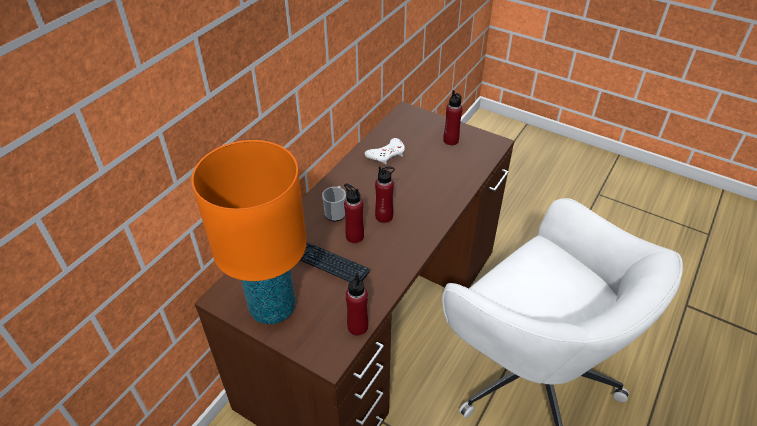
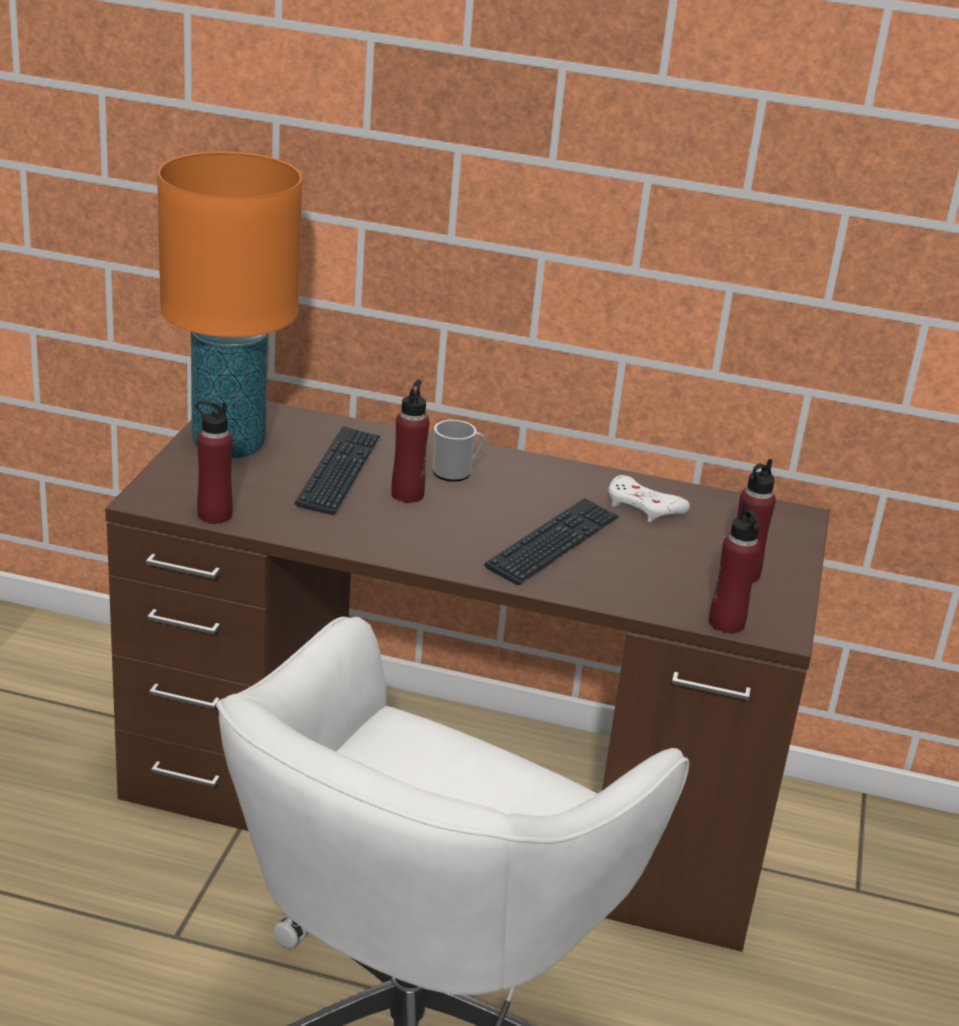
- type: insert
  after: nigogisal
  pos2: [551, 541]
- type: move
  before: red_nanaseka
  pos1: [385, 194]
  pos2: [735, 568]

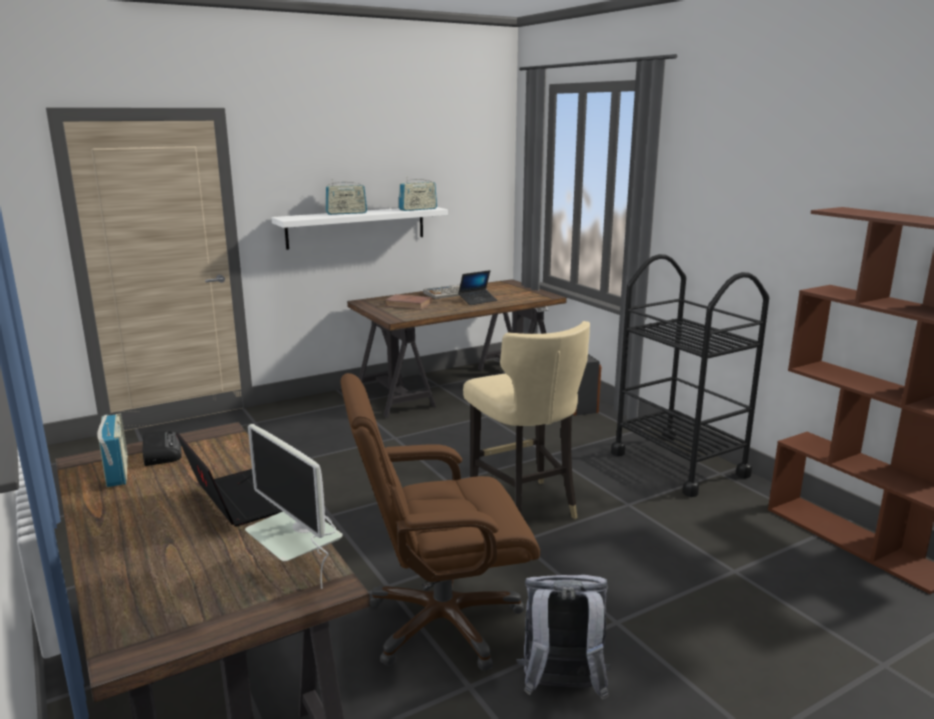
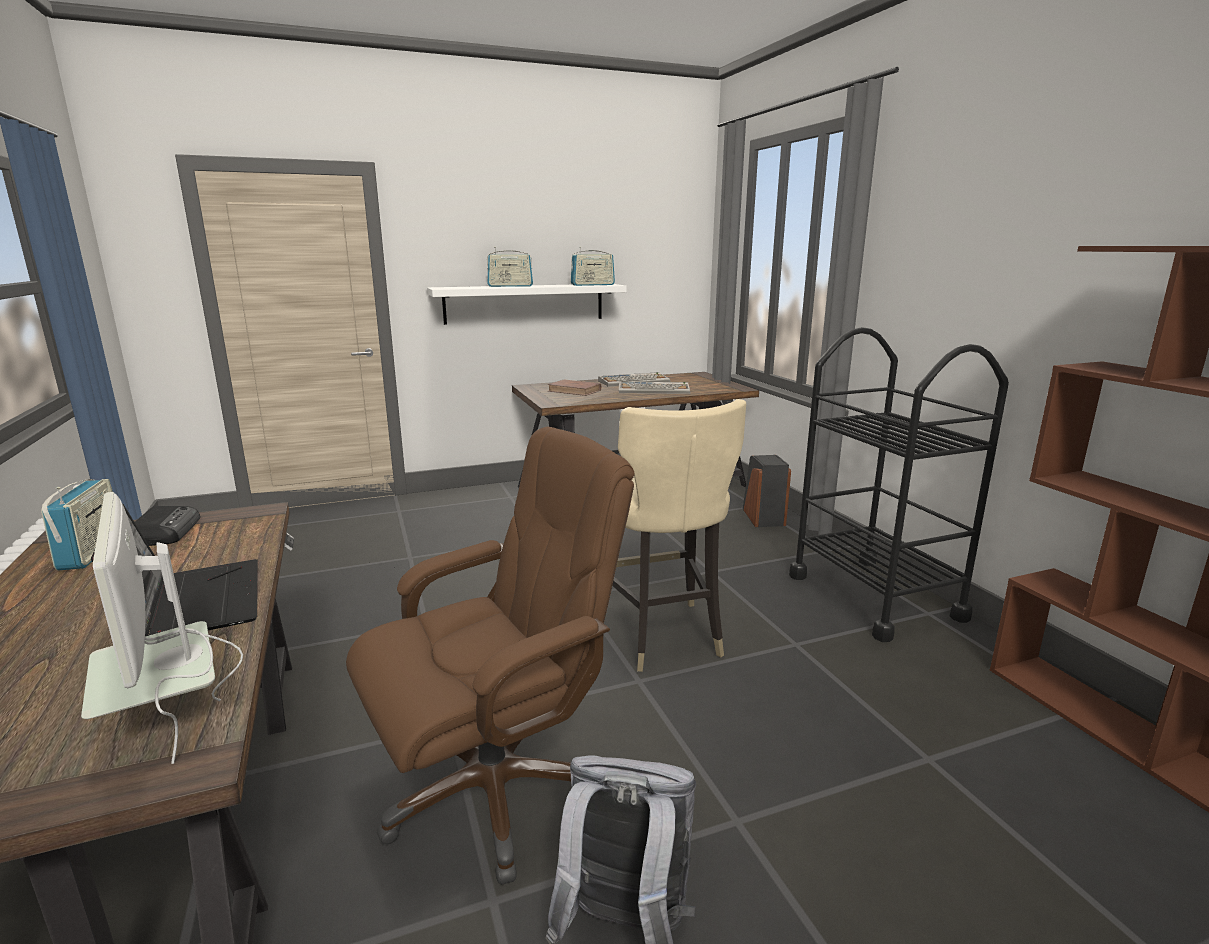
- type: rotate
  before: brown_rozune
  pos1: [440, 522]
  pos2: [490, 656]
  turn: 150
- type: replace
  before: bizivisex
  after: nigogisal
  pos1: [477, 287]
  pos2: [654, 388]

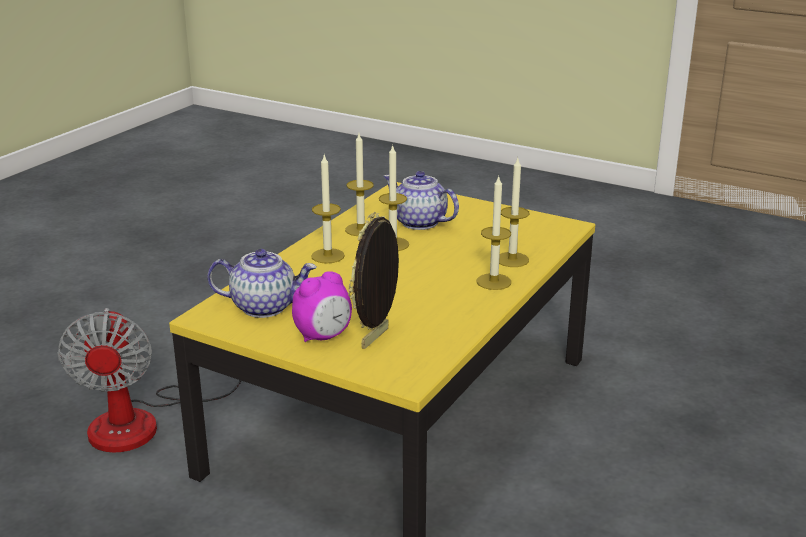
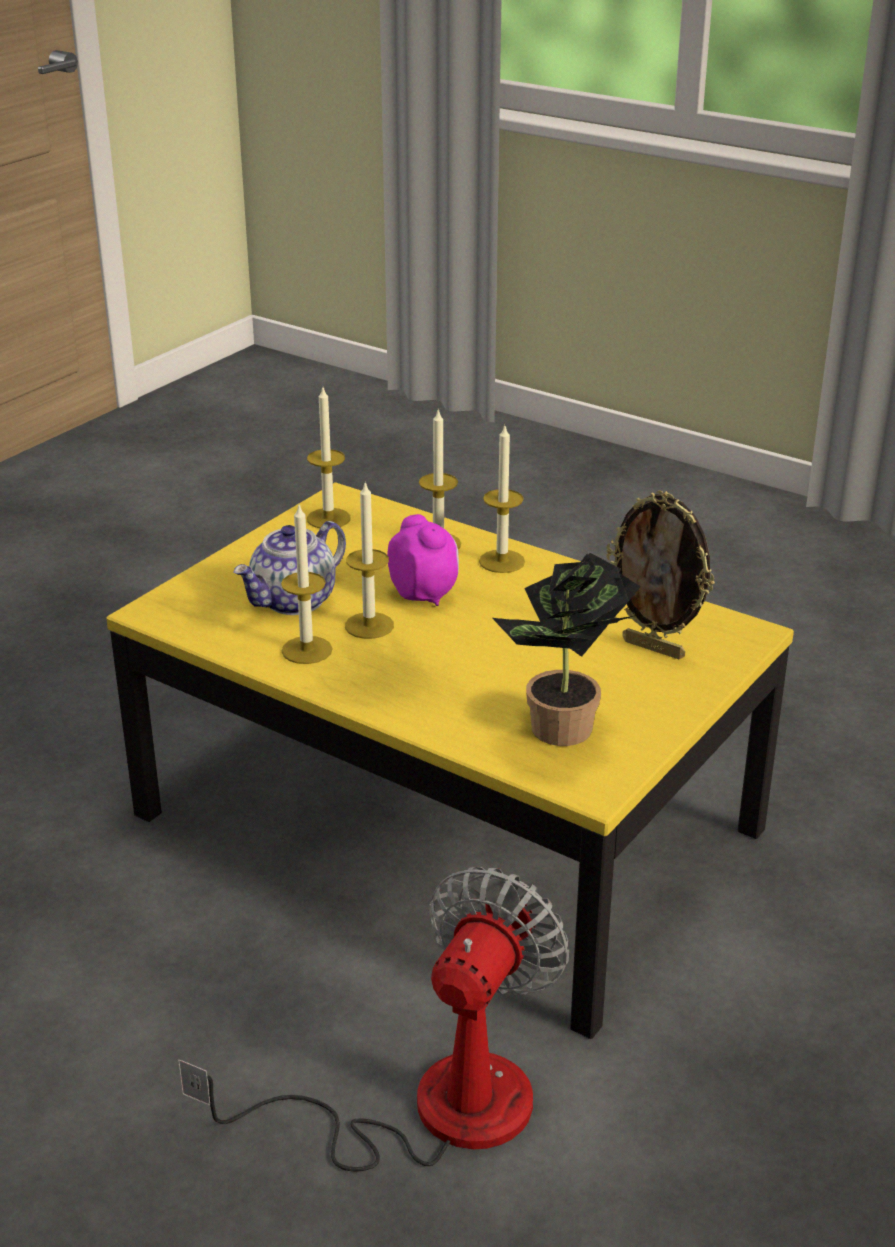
- type: rotate
  before: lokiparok
  pos1: [149, 380]
  pos2: [373, 1019]
  turn: -60
- type: move
  before: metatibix
  pos1: [328, 209]
  pos2: [329, 458]
- type: move
  before: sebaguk
  pos1: [322, 306]
  pos2: [423, 560]
- type: replace
  before: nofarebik
  after: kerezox
  pos1: [262, 283]
  pos2: [566, 649]

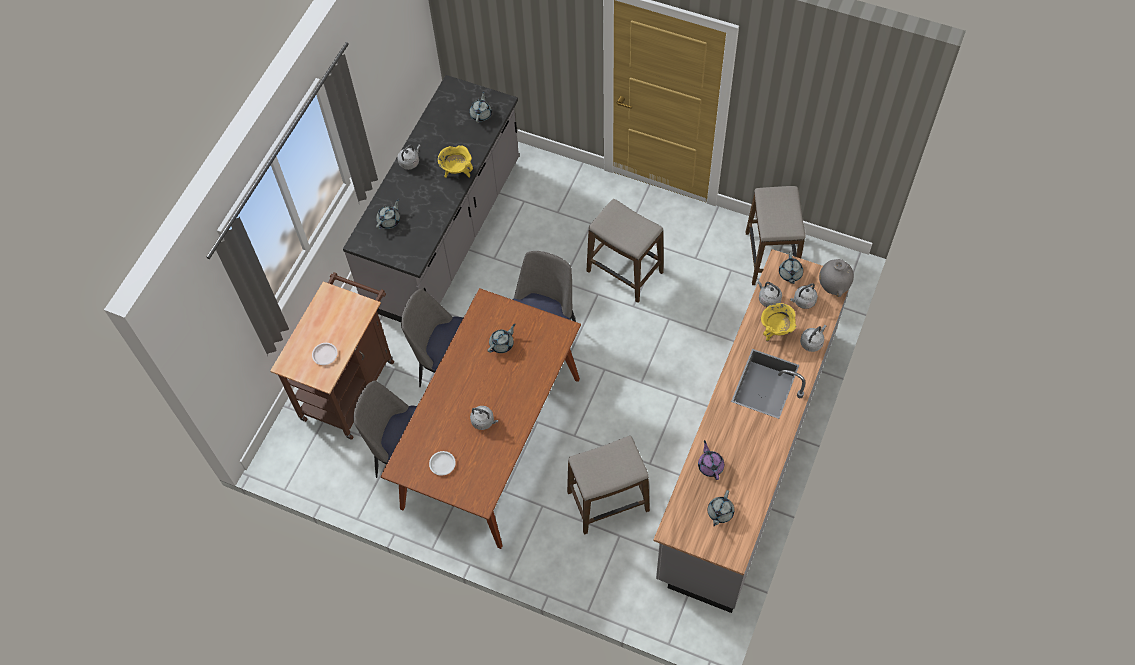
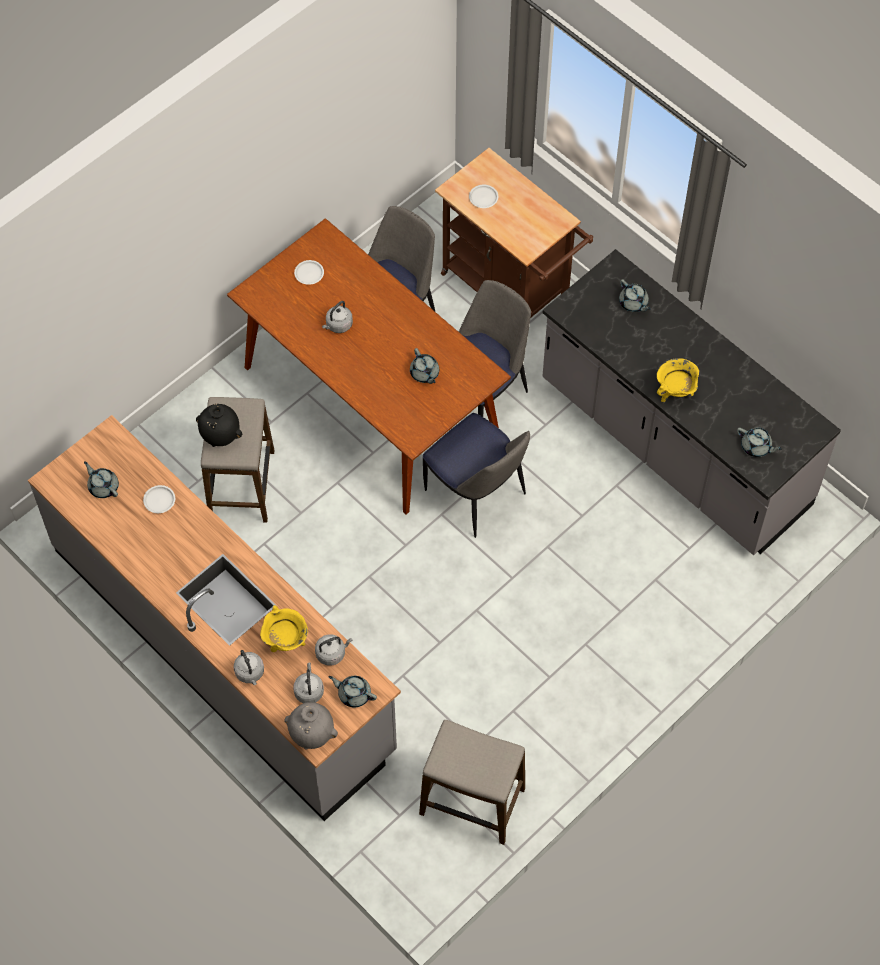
- type: replace
  before: purple_nofarebik
  after: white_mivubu
  pos1: [711, 460]
  pos2: [159, 499]
- type: insert
  after: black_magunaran
  pos2: [219, 425]
- type: delete
  before: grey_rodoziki
  pos1: [409, 157]
- type: delete
  before: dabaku
  pos1: [625, 251]

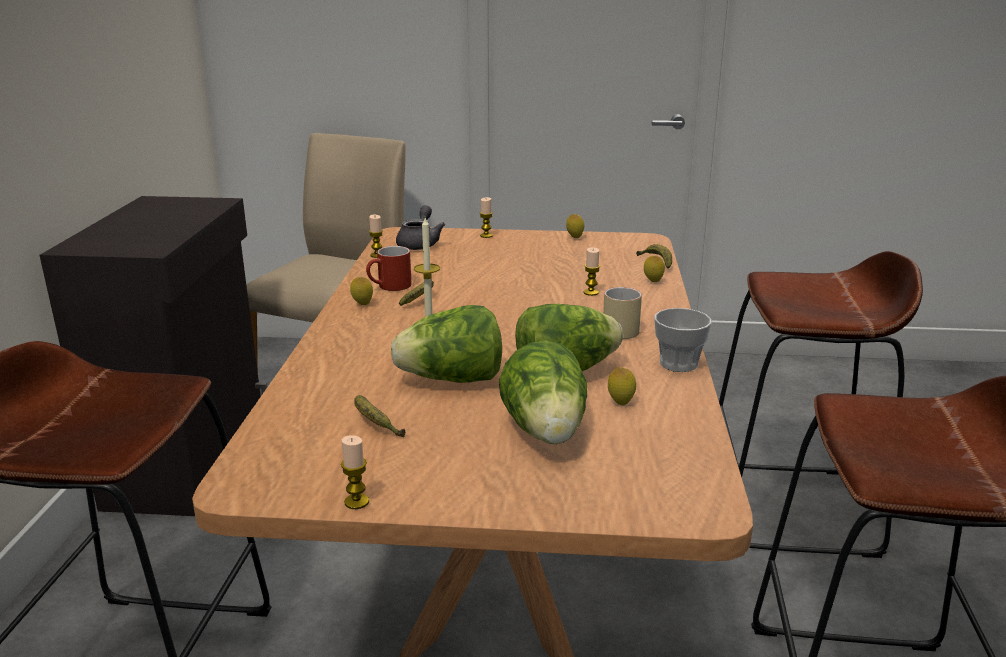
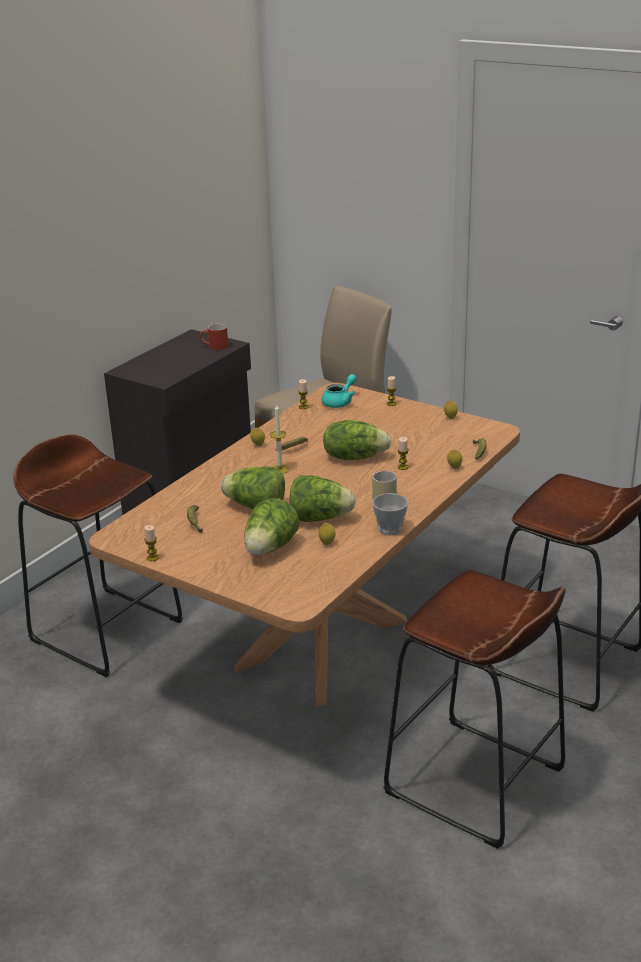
- type: move
  before: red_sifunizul
  pos1: [388, 268]
  pos2: [214, 336]
- type: recolor
  before: grey_nofarebik
  after: turquoise_nofarebik
  pos1: [420, 227]
  pos2: [339, 391]
- type: insert
  after: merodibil
  pos2: [357, 440]

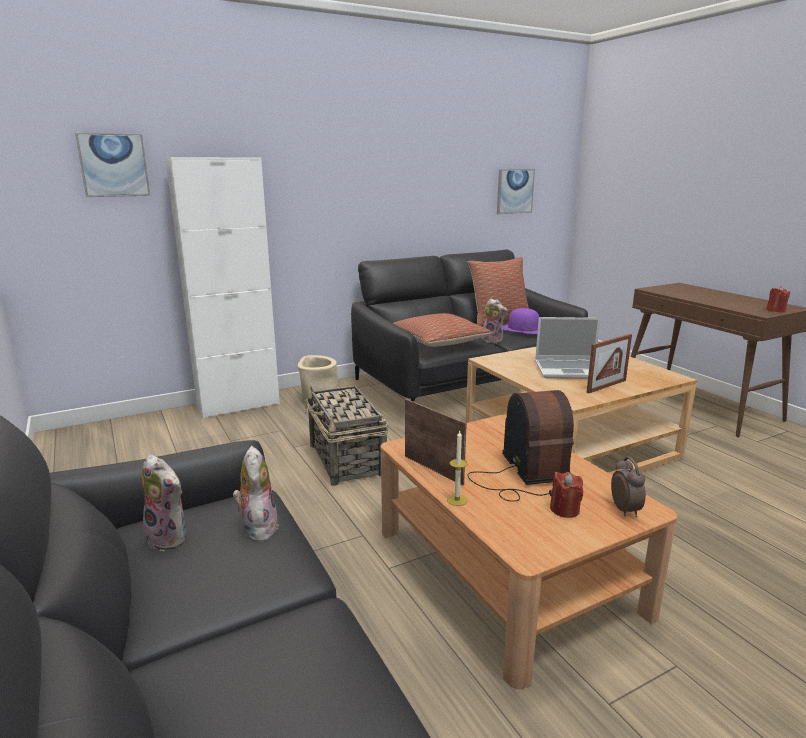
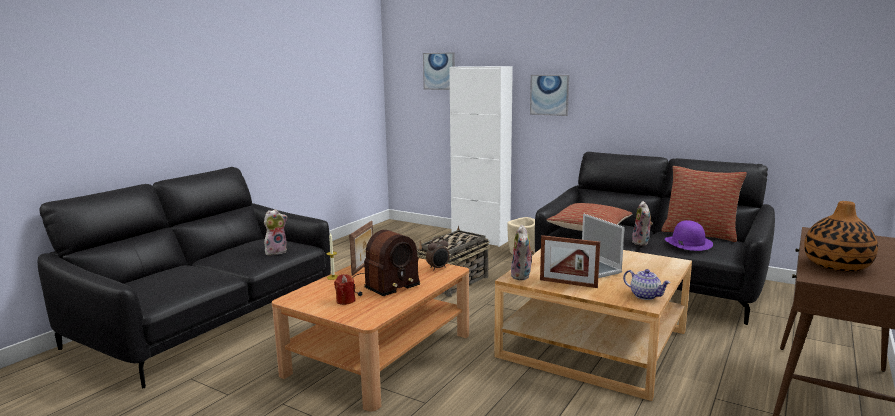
- type: move
  before: sebaguk
  pos1: [628, 486]
  pos2: [437, 254]
- type: move
  before: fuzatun
  pos1: [164, 503]
  pos2: [523, 252]
- type: move
  before: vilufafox
  pos1: [516, 191]
  pos2: [550, 95]
- type: insert
  after: nofarebik
  pos2: [647, 284]
- type: insert
  after: magunaran
  pos2: [841, 236]
- type: delete
  before: red_metatibix
  pos1: [778, 299]

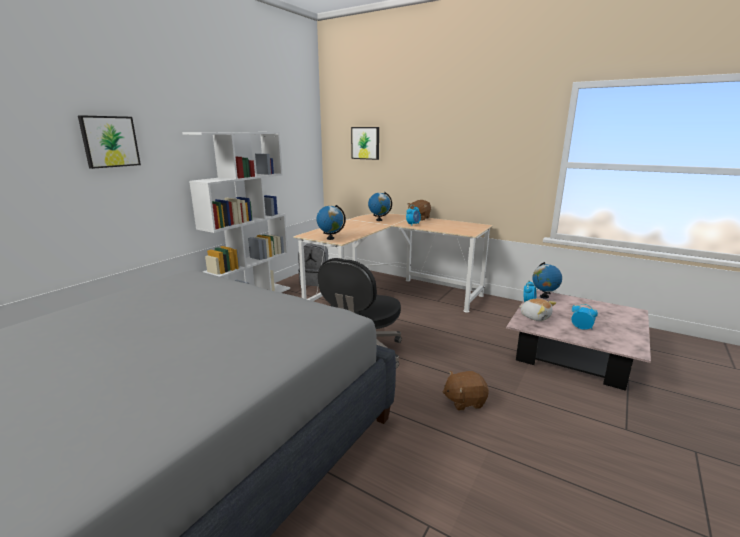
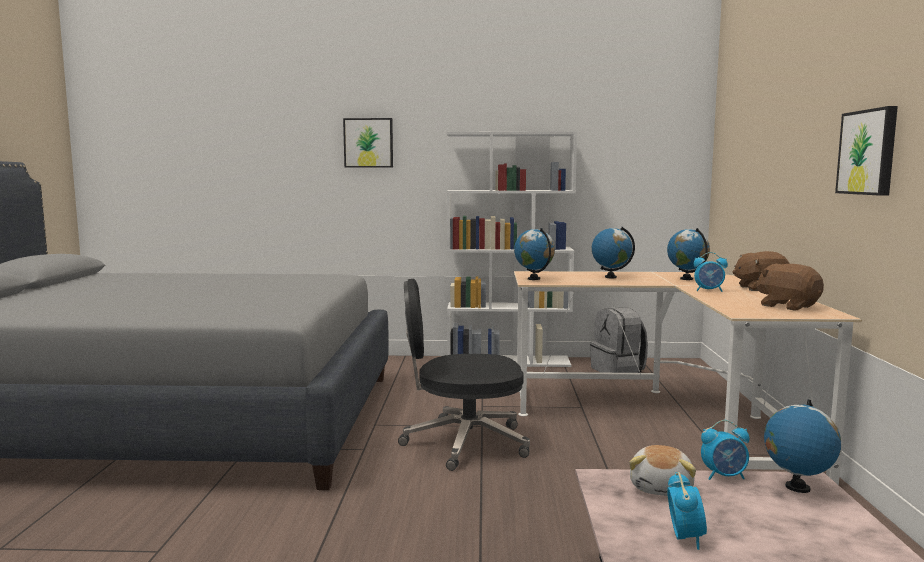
- type: insert
  after: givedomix
  pos2: [613, 252]
- type: move
  before: brown_fuzatun
  pos1: [466, 391]
  pos2: [790, 287]
- type: move
  before: vilufafox
  pos1: [365, 143]
  pos2: [866, 151]

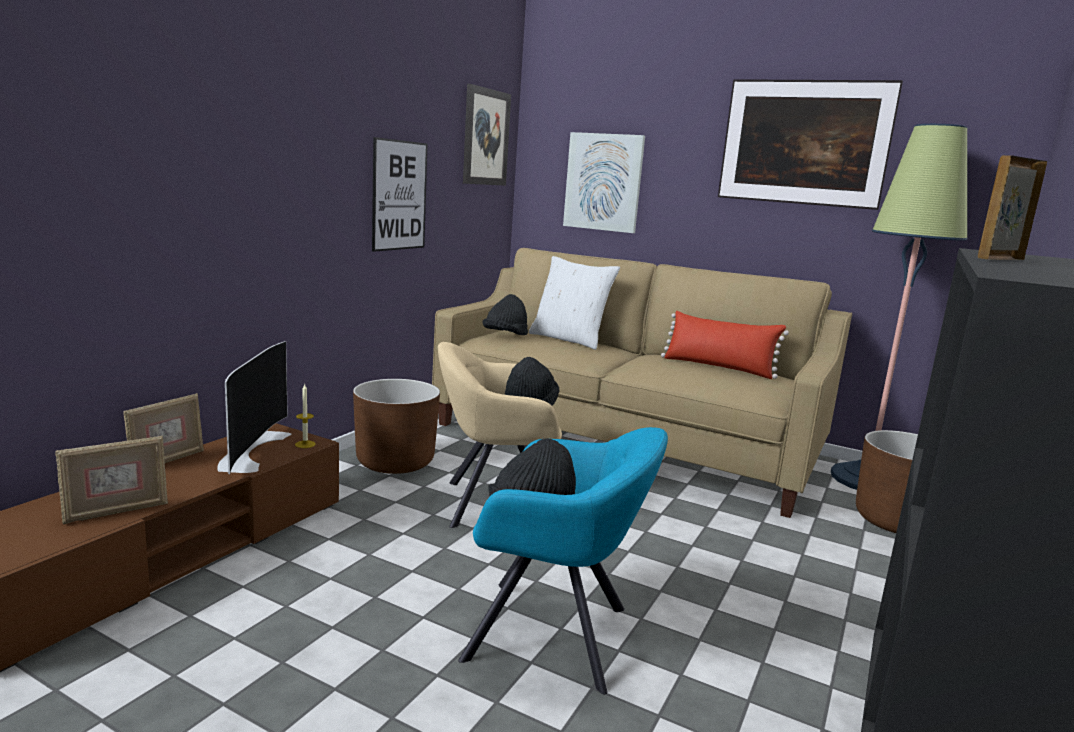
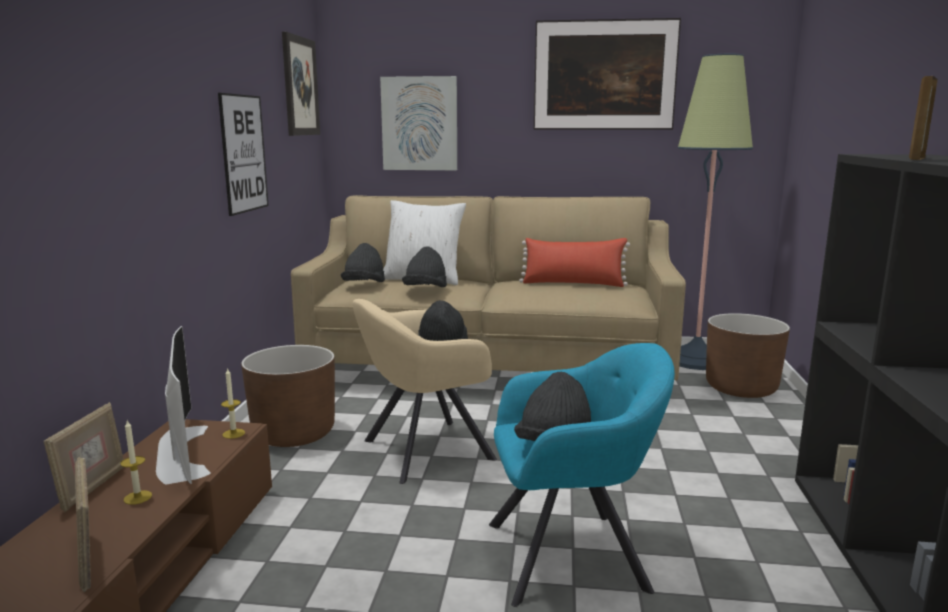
- type: rotate
  before: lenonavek
  pos1: [111, 479]
  pos2: [83, 524]
  turn: 120
- type: insert
  after: metatibix
  pos2: [136, 463]
- type: insert
  after: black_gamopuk
  pos2: [424, 267]

